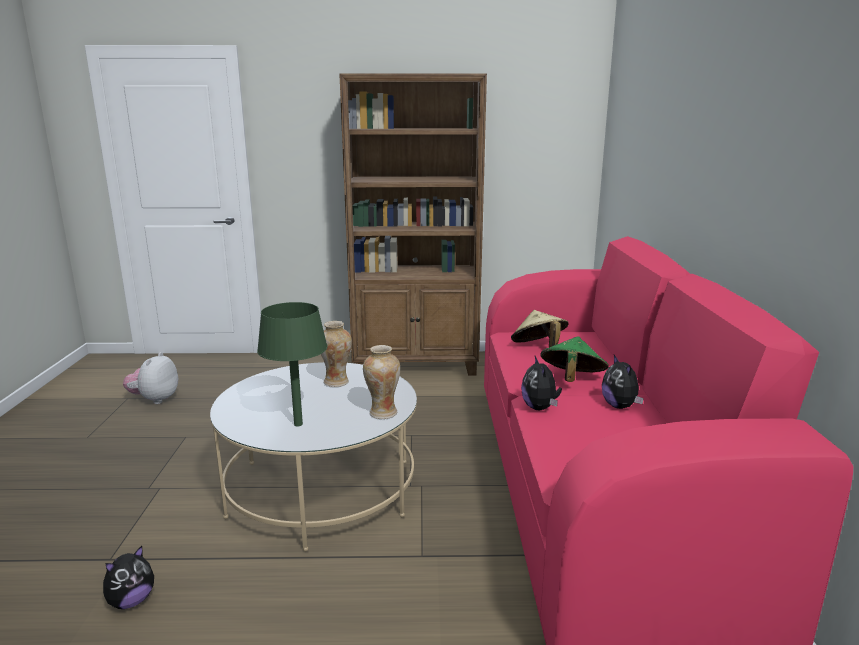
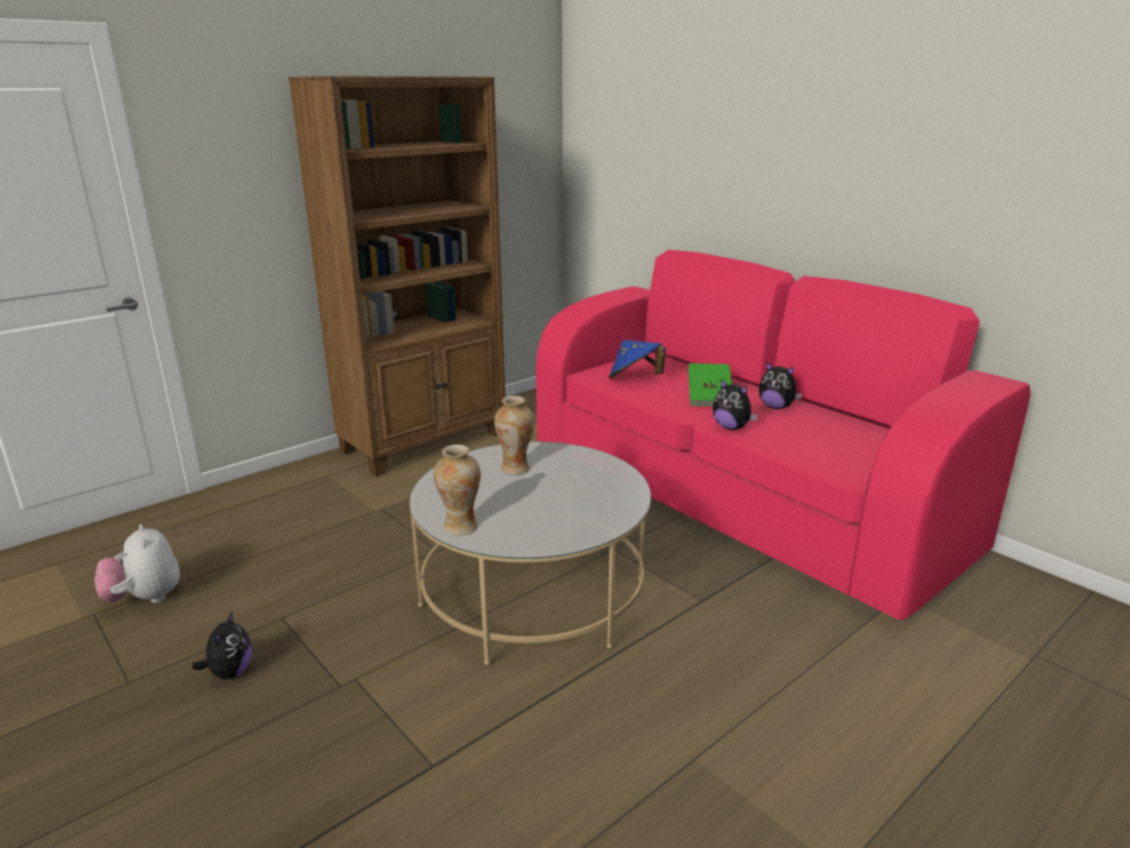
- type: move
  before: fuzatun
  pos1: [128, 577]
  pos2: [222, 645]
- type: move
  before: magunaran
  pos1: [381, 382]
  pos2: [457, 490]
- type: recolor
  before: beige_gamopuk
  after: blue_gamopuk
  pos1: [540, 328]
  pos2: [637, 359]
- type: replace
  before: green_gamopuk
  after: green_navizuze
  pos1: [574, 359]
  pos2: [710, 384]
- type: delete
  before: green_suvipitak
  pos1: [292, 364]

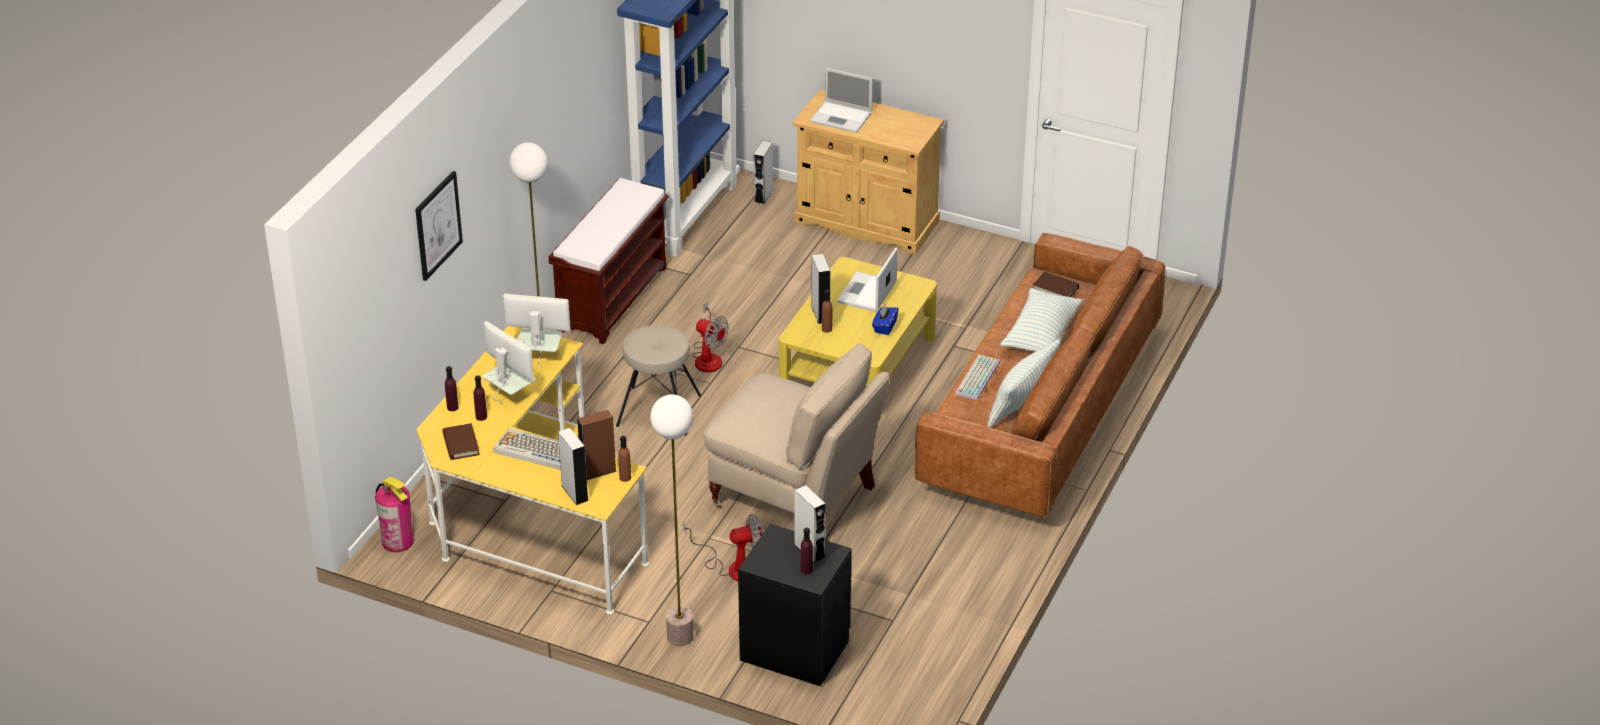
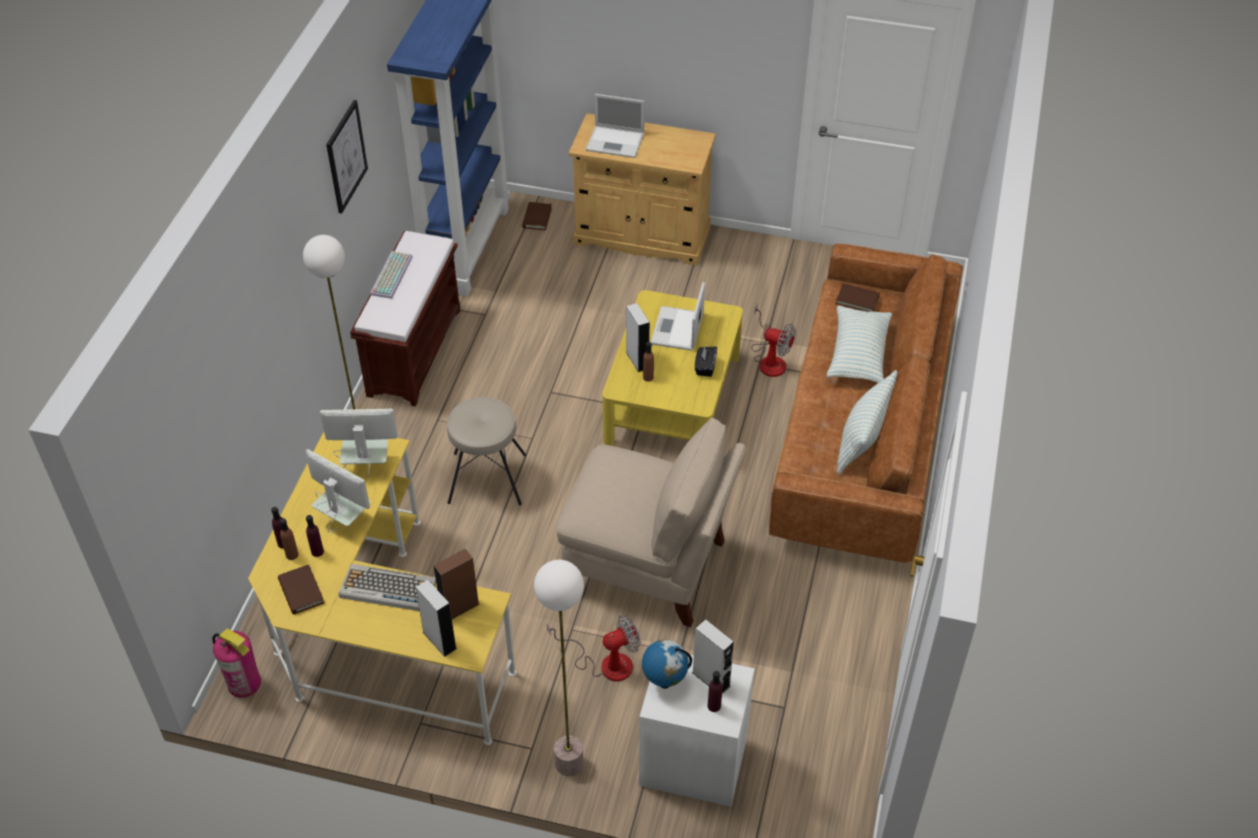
- type: move
  before: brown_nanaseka
  pos1: [624, 459]
  pos2: [289, 539]
- type: move
  before: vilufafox
  pos1: [439, 226]
  pos2: [347, 156]
- type: move
  before: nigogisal
  pos1: [977, 377]
  pos2: [391, 275]
- type: replace
  before: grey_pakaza
  after: brown_navizuze
  pos1: [763, 172]
  pos2: [537, 216]
- type: recolor
  before: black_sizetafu
  after: white_sizetafu
  pos1: [795, 605]
  pos2: [697, 731]
- type: insert
  after: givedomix
  pos2: [667, 664]
- type: recolor
  before: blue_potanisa
  after: black_potanisa
  pos1: [885, 320]
  pos2: [706, 361]
- type: move
  before: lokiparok
  pos1: [710, 337]
  pos2: [773, 340]

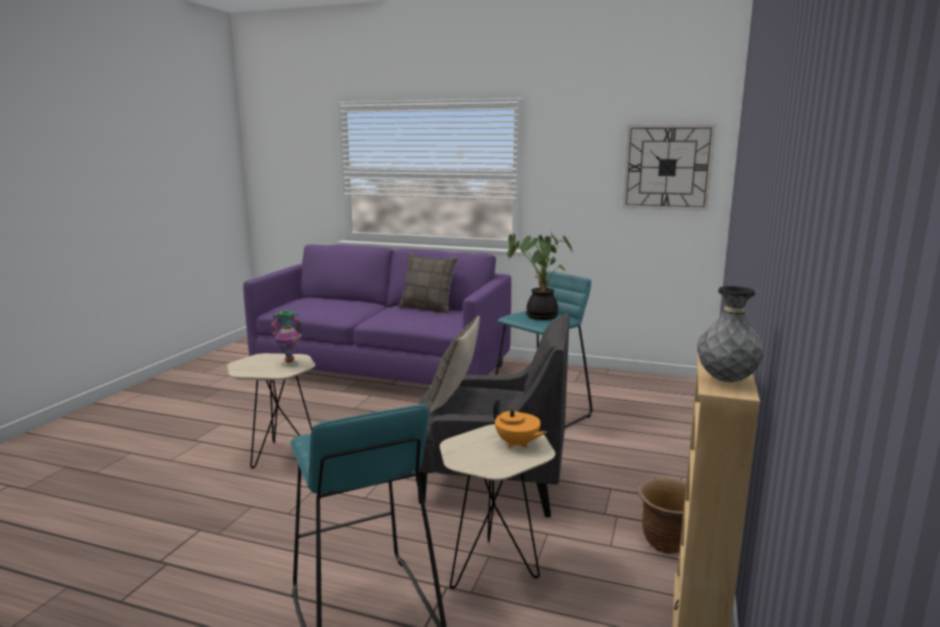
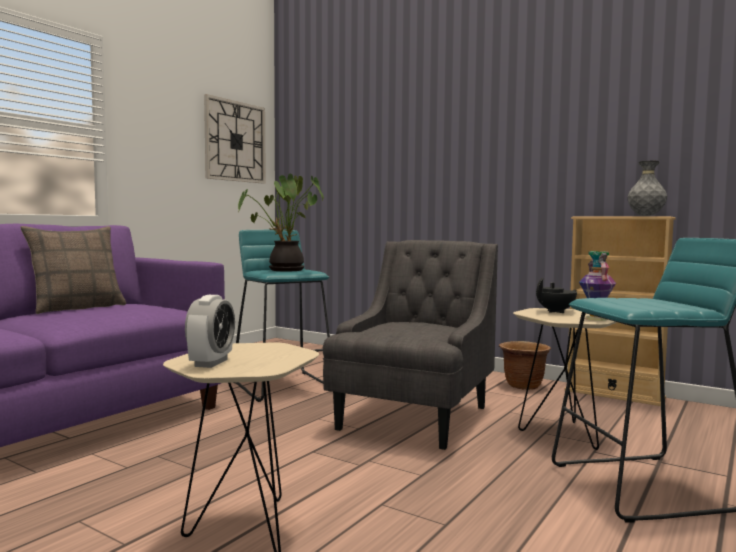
- type: insert
  after: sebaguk
  pos2: [210, 331]
- type: recolor
  before: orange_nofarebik
  after: black_nofarebik
  pos1: [520, 424]
  pos2: [556, 295]
- type: move
  before: magunaran
  pos1: [287, 339]
  pos2: [597, 286]
- type: delete
  before: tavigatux
  pos1: [454, 364]

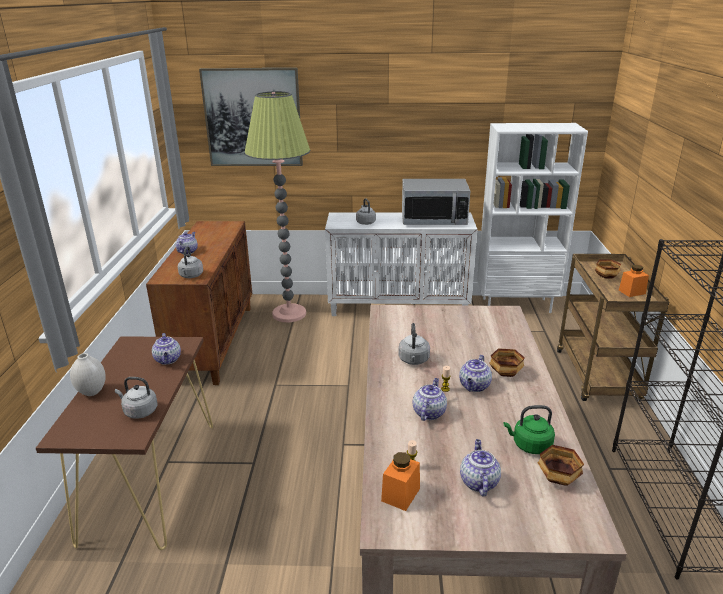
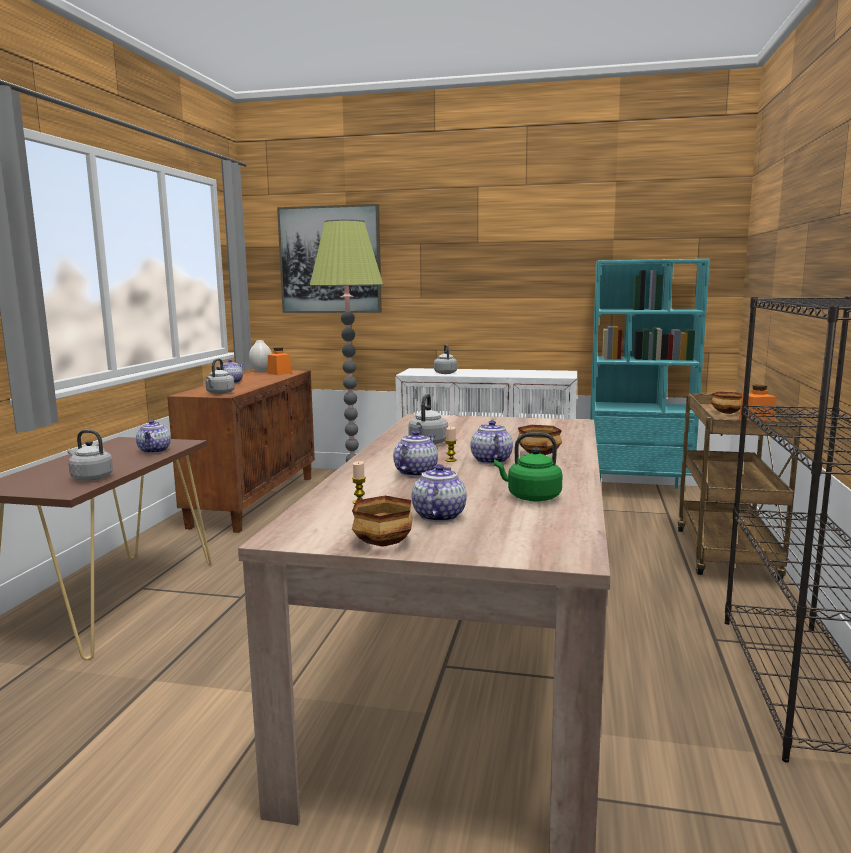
- type: move
  before: white_magunaran
  pos1: [88, 374]
  pos2: [260, 356]
- type: move
  before: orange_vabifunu
  pos1: [400, 481]
  pos2: [280, 361]
- type: move
  before: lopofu
  pos1: [561, 465]
  pos2: [382, 521]
- type: rotate
  before: nofarebik
  pos1: [475, 373]
  pos2: [491, 442]
  turn: 135
- type: recolor
  before: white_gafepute
  after: turquoise_gafepute
  pos1: [532, 218]
  pos2: [650, 379]
- type: delete
  before: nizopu
  pos1: [436, 202]

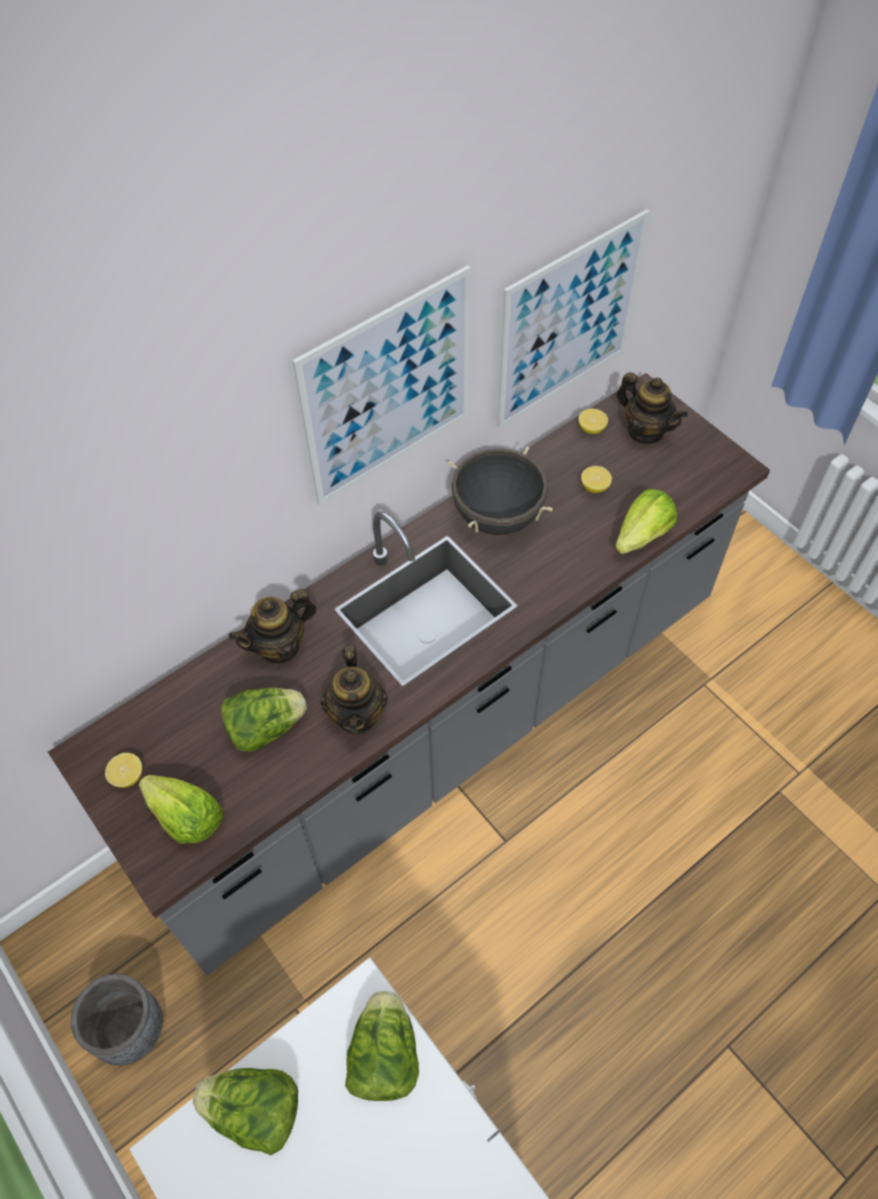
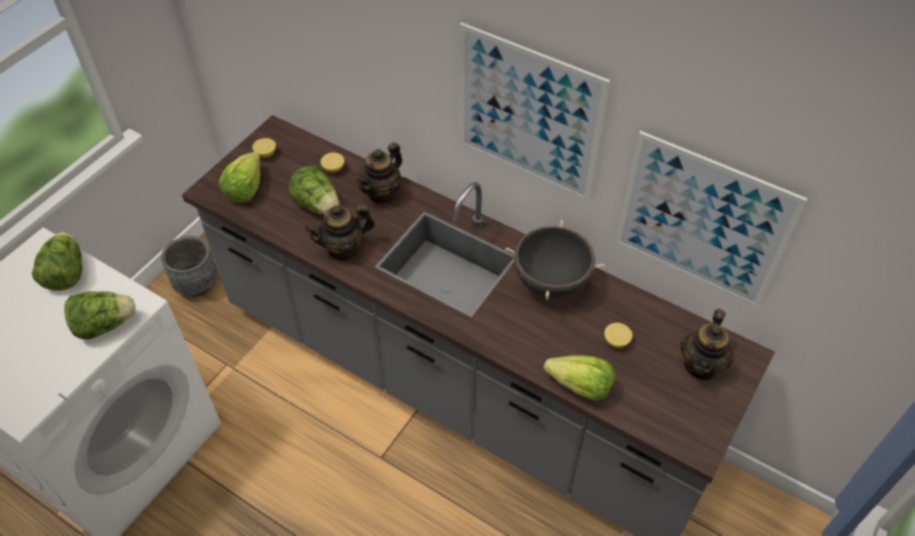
- type: move
  before: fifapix
  pos1: [593, 421]
  pos2: [332, 163]
- type: rotate
  before: nofarebik
  pos1: [273, 627]
  pos2: [379, 173]
  turn: -90

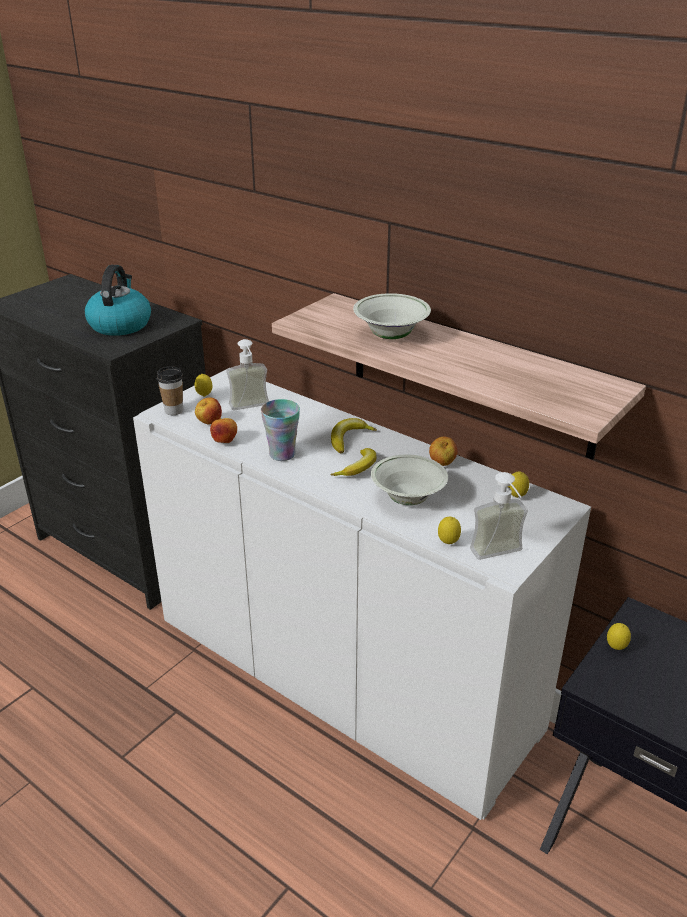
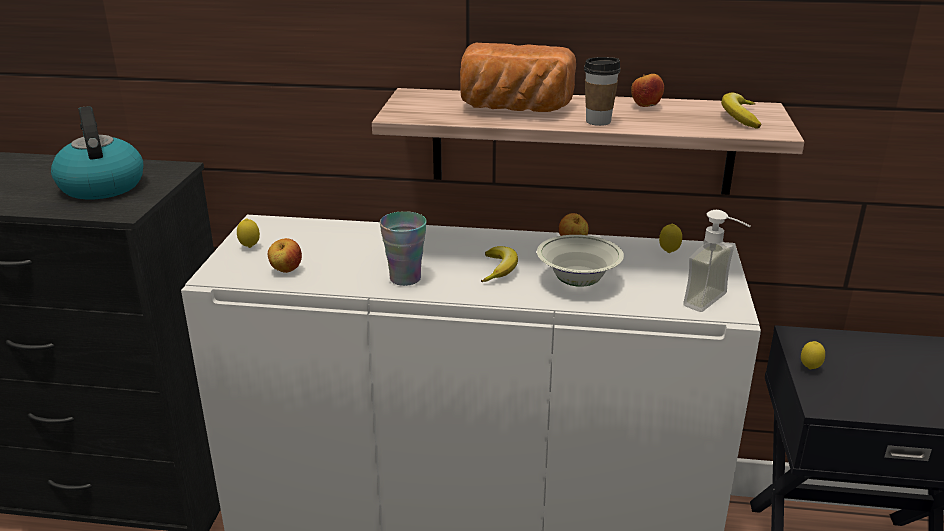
- type: replace
  before: white_lopofu
  after: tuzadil
  pos1: [392, 316]
  pos2: [518, 77]
- type: move
  before: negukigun
  pos1: [170, 390]
  pos2: [602, 91]
- type: move
  before: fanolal
  pos1: [223, 430]
  pos2: [647, 90]
- type: move
  before: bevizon
  pos1: [354, 435]
  pos2: [741, 111]
- type: delete
  before: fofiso
  pos1: [247, 374]
- type: delete
  before: fifapix
  pos1: [449, 530]

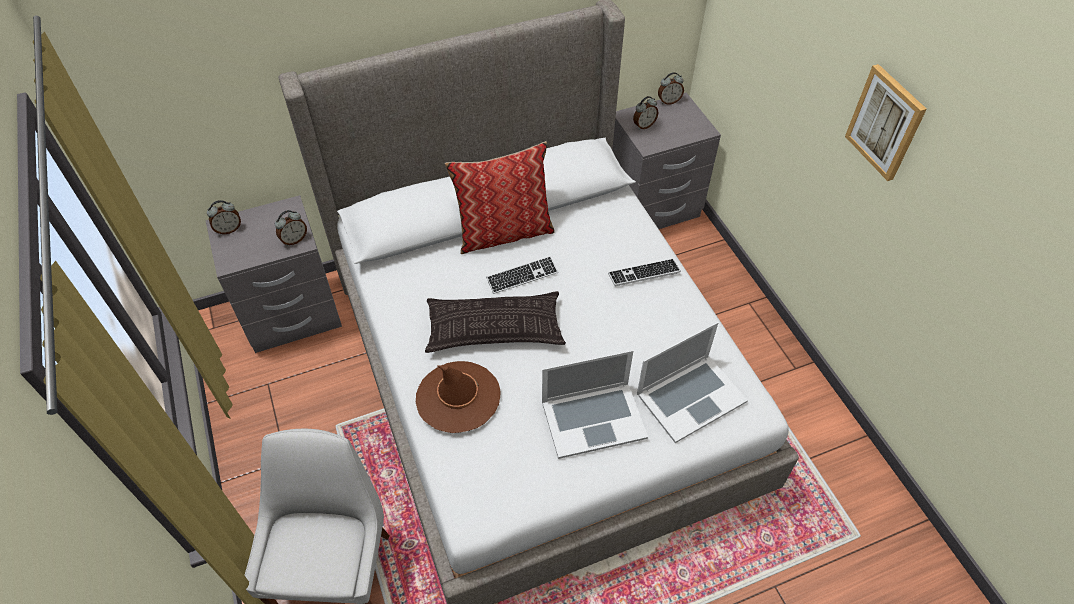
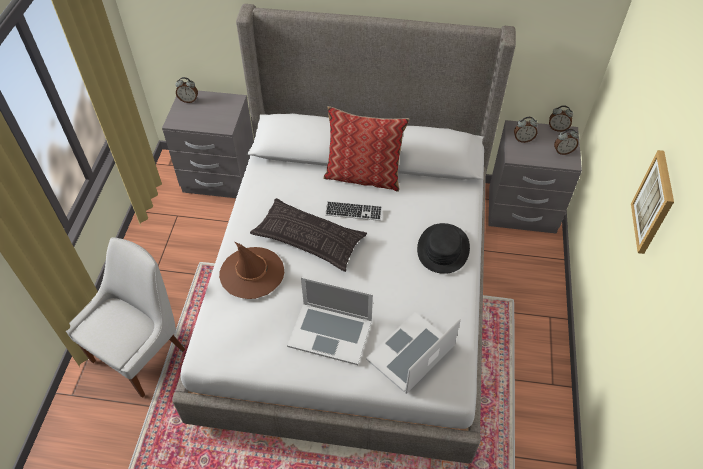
- type: rotate
  before: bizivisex
  pos1: [692, 382]
  pos2: [413, 353]
  turn: 135
- type: replace
  before: nigogisal
  after: black_gamopuk
  pos1: [644, 272]
  pos2: [443, 248]
- type: move
  before: sebaguk
  pos1: [291, 228]
  pos2: [566, 142]

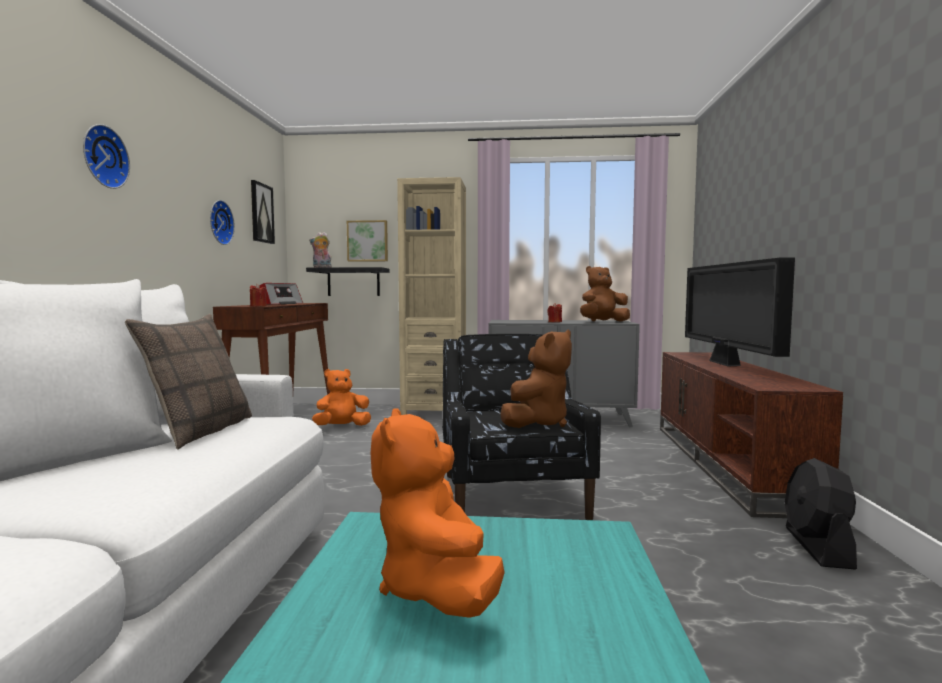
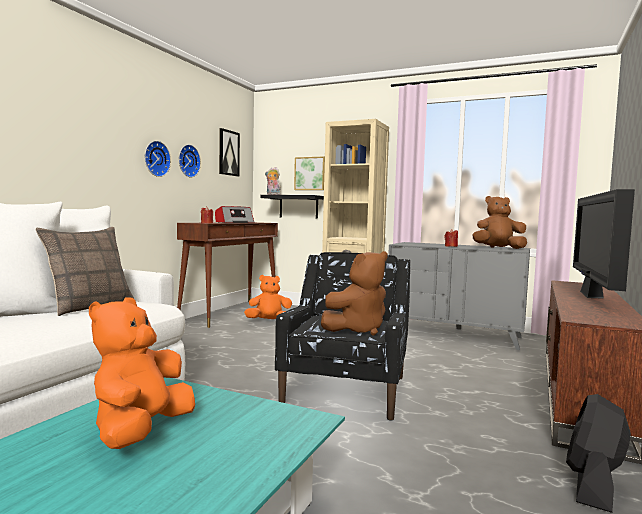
- type: move
  before: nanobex
  pos1: [106, 156]
  pos2: [158, 159]

